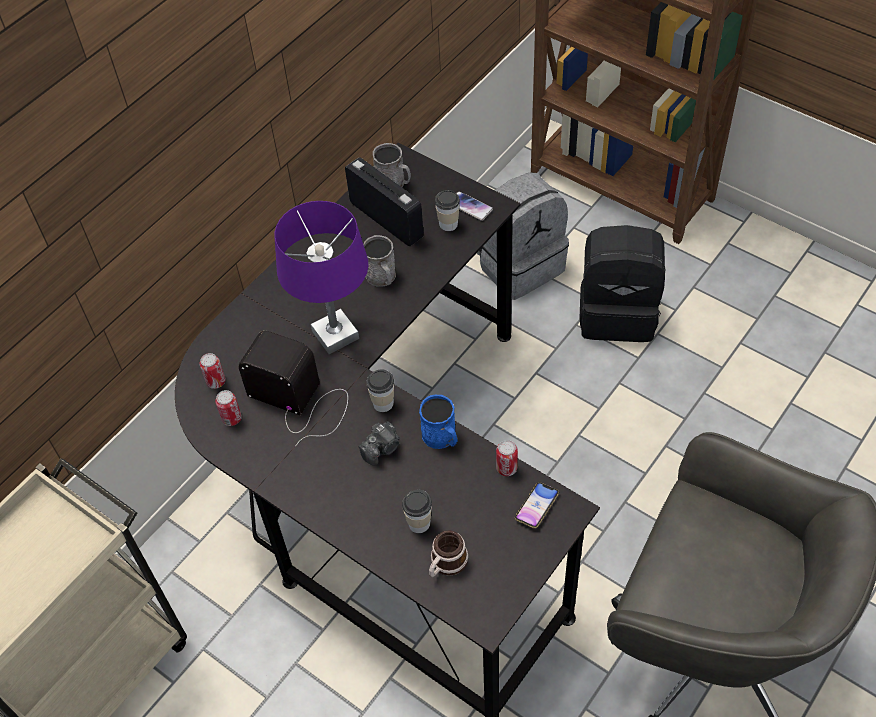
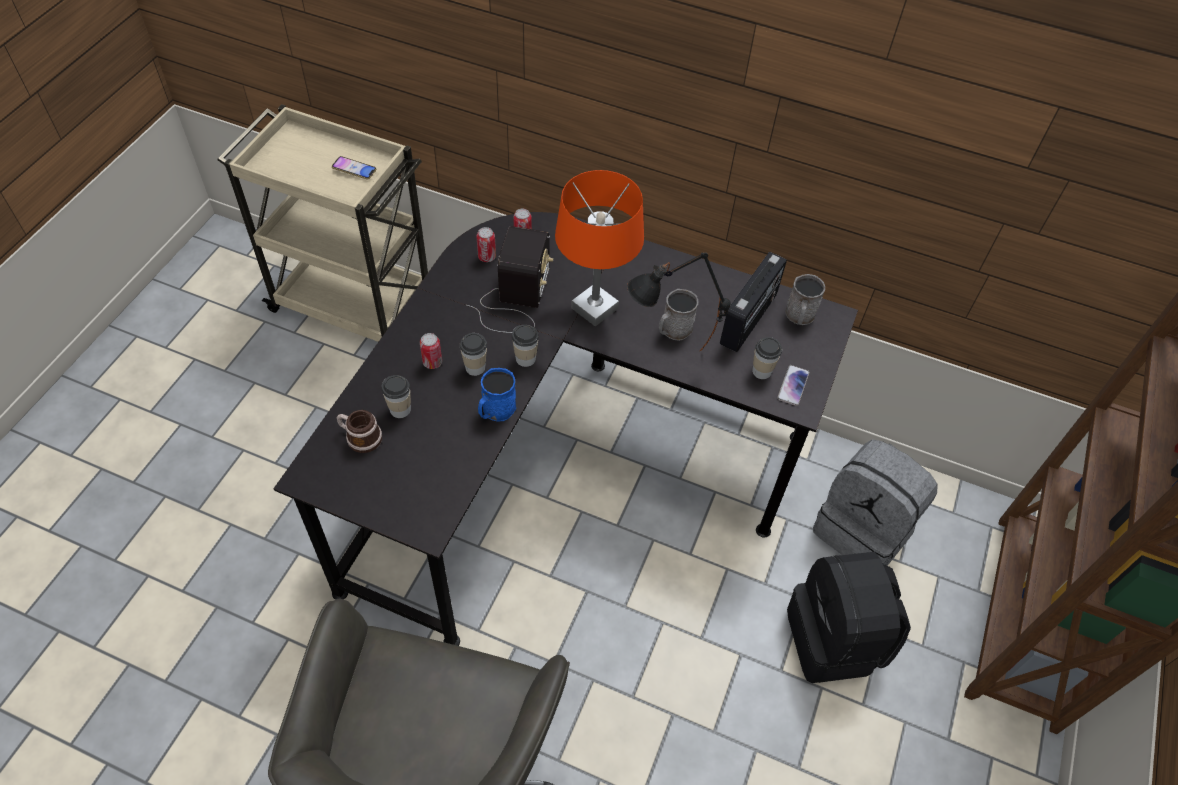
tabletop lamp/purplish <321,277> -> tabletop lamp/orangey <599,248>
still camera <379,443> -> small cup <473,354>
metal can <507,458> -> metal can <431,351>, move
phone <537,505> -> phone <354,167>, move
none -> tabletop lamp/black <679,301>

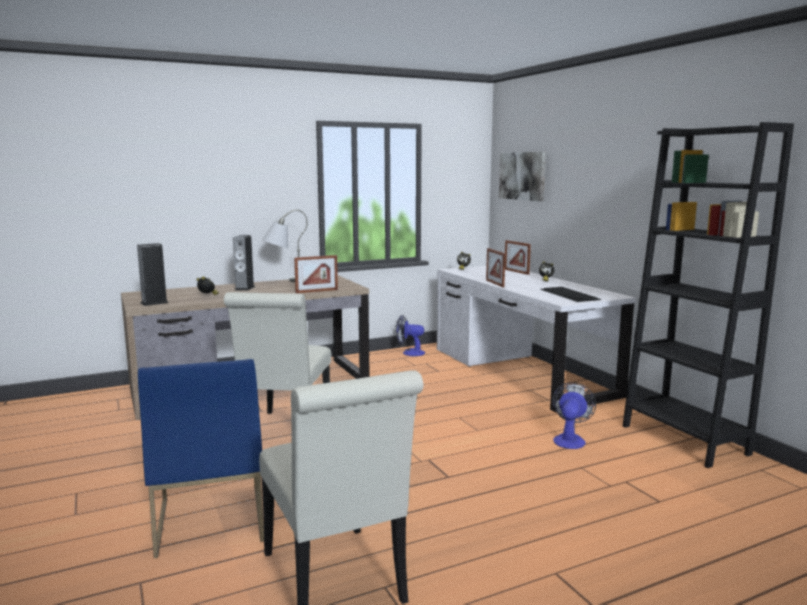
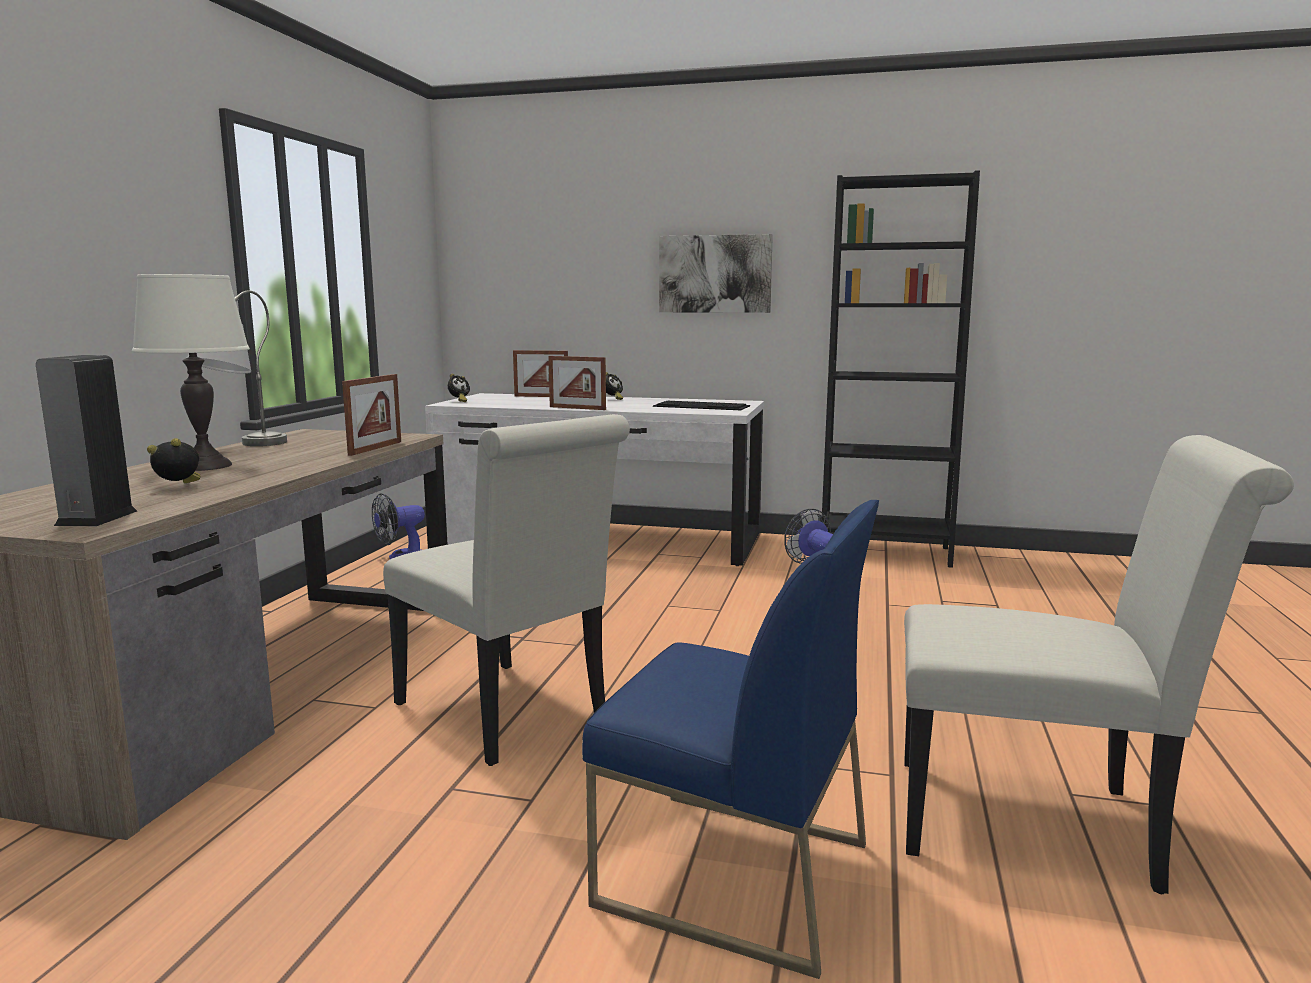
audio speaker <244,263> -> tabletop lamp/white <191,372>
picture <522,176> -> picture <716,273>, move

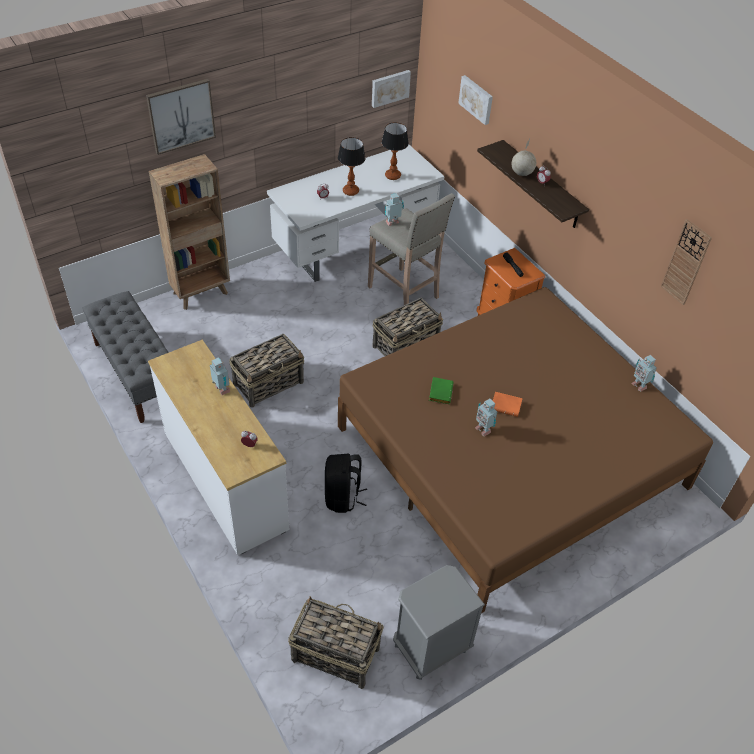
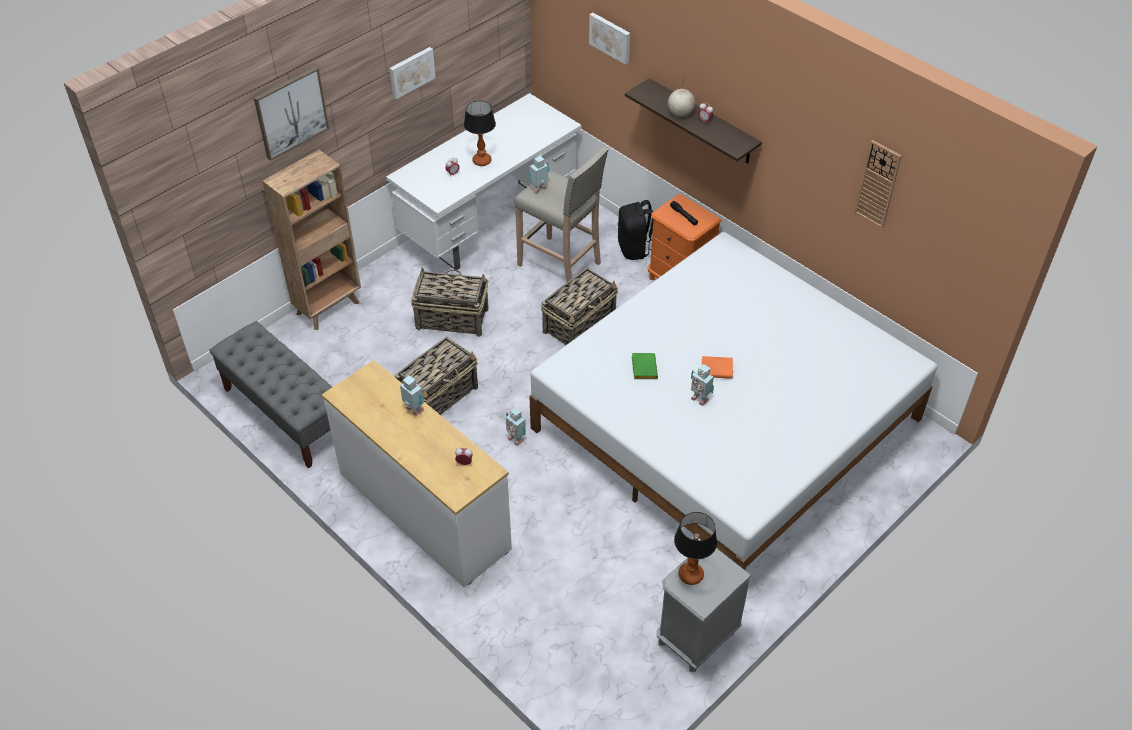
basket <336,642> -> basket <449,302>, move
rucksack/black <346,483> -> rucksack/black <635,230>, move
sleeping bed/brown-coloured <525,450> -> sleeping bed/white <733,401>
picture <391,89> -> picture <412,73>, move
tabletop lamp <395,151> -> tabletop lamp <695,548>, move
model robot <644,373> -> model robot <516,426>, move

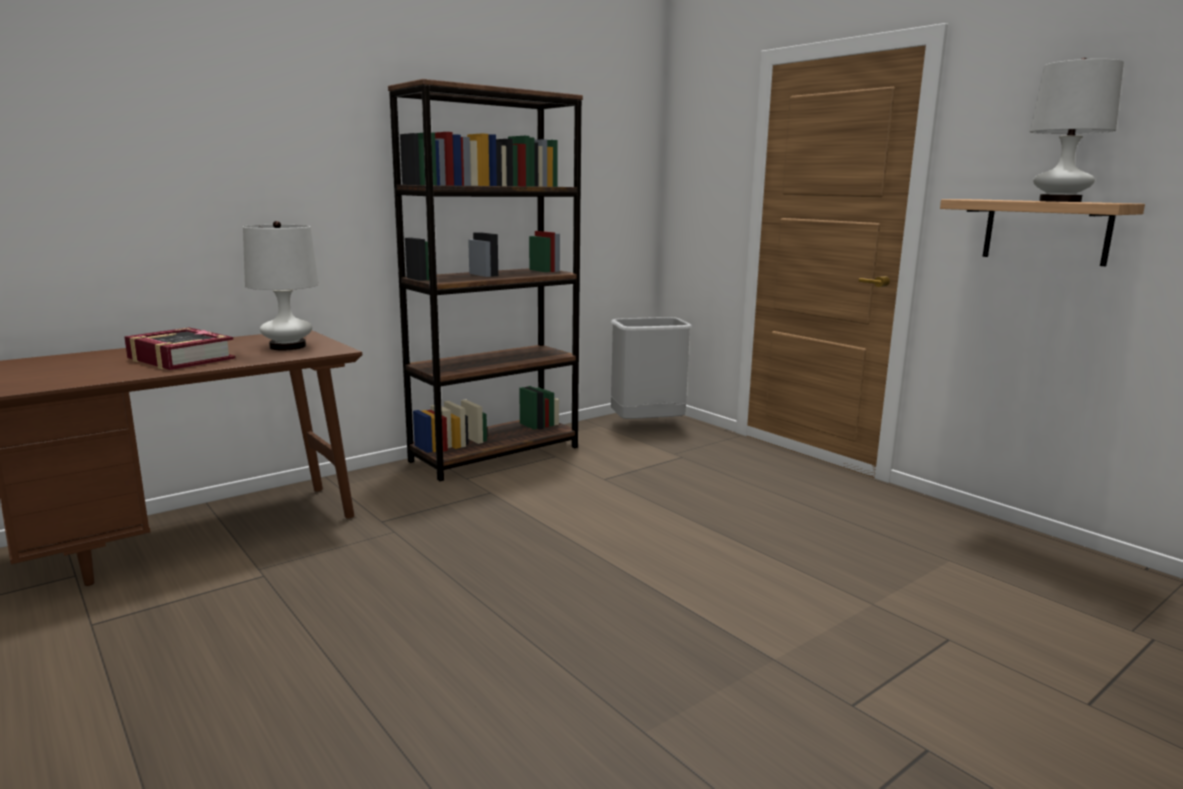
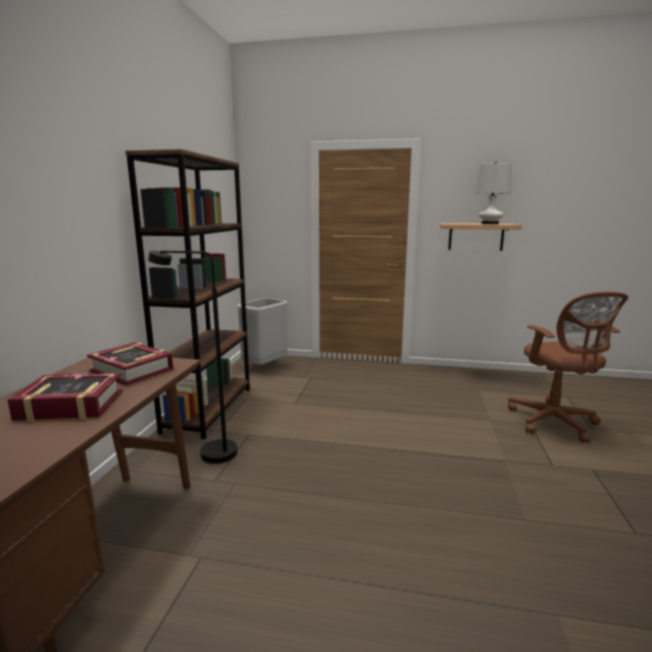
tabletop lamp/white <281,285> -> volume <130,363>
none -> floor lamp/black <193,357>
none -> office chair/brown-coloured <568,367>

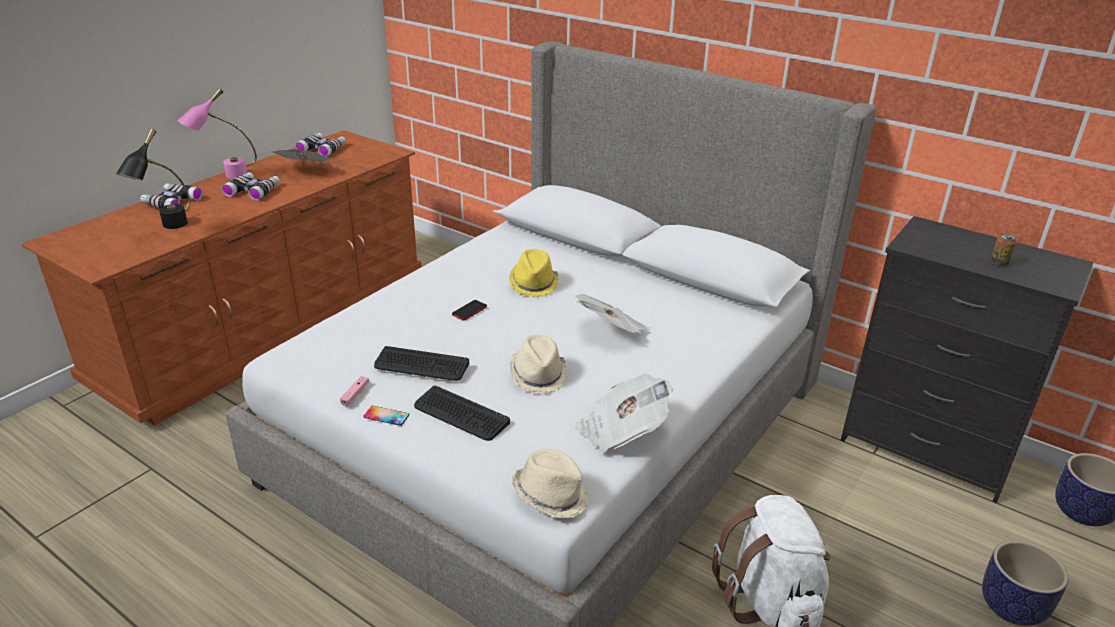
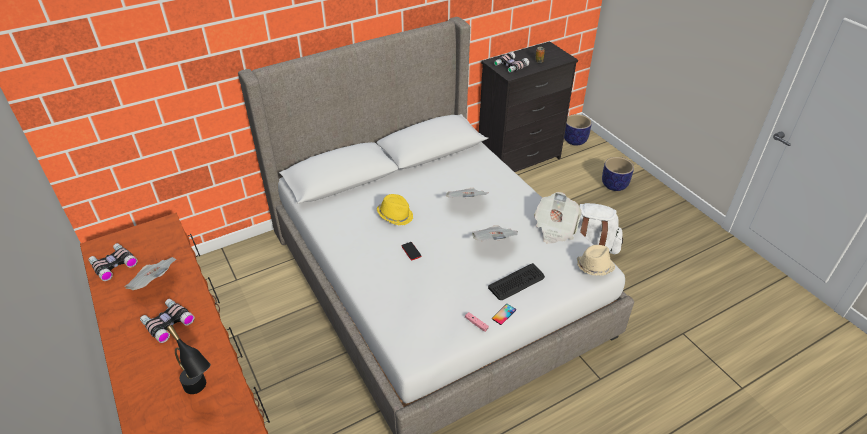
pair of binoculars <171,196> -> pair of binoculars <511,61>, move
tabletop lamp/pinkish <217,133> -> none
PC keyboard <421,363> -> none
clothing hat/beige-coloured <539,364> -> printed paper <495,233>

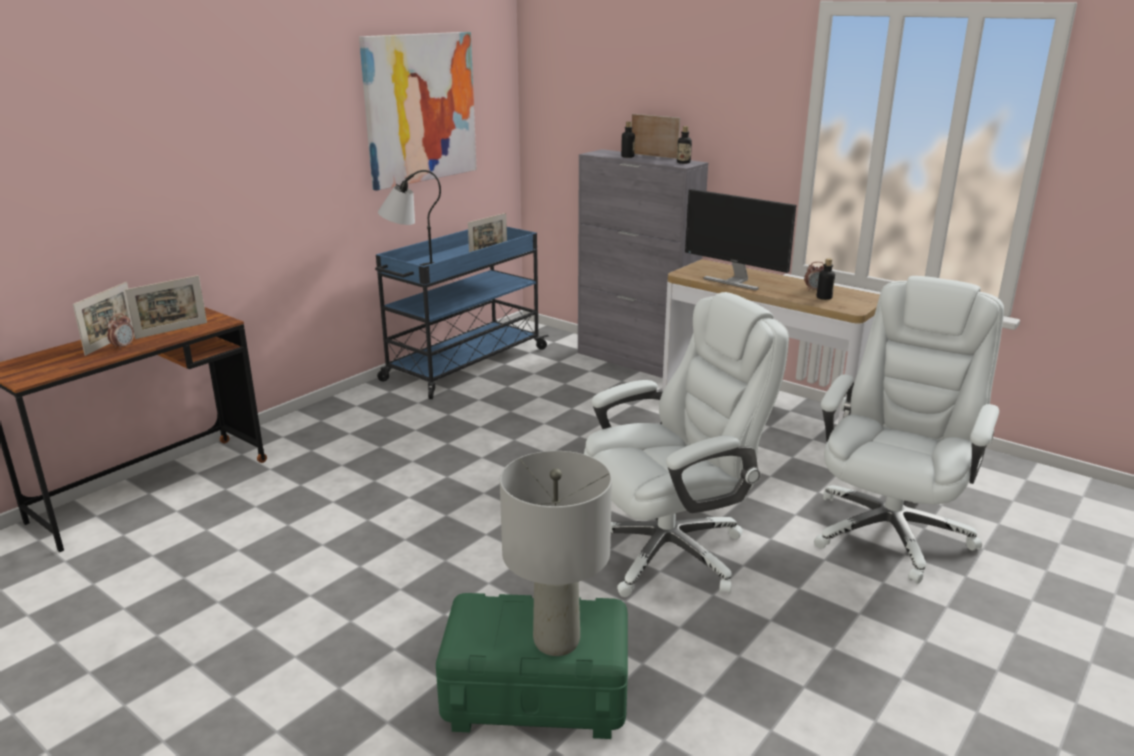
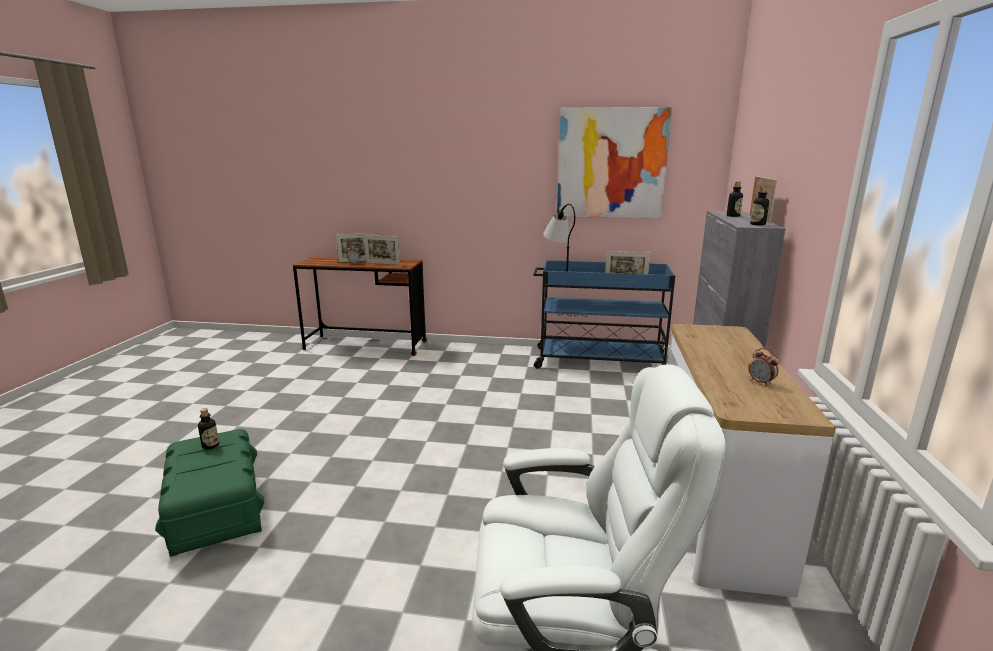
tabletop lamp/gray <556,553> -> none
office chair/white <686,444> -> none
computer display <740,239> -> none
bottle <826,279> -> bottle <208,428>, move

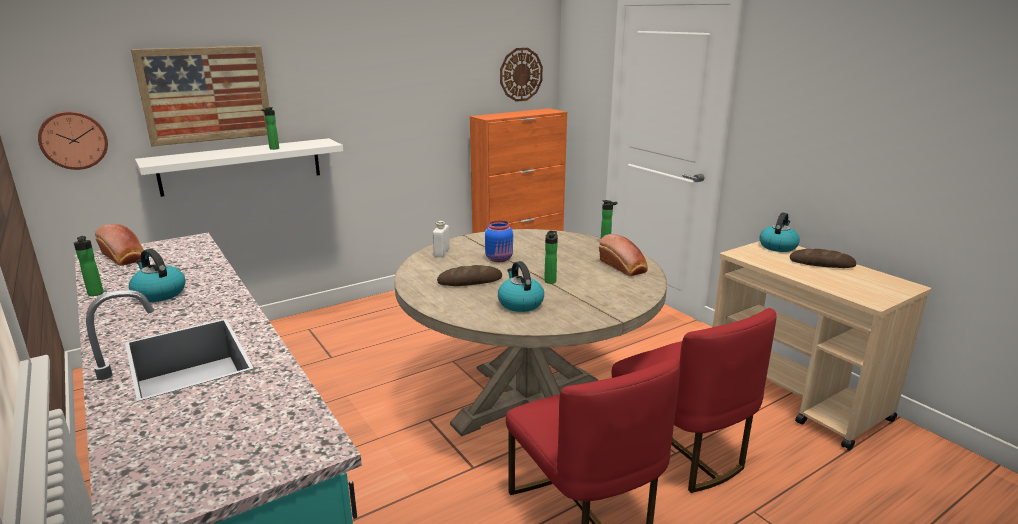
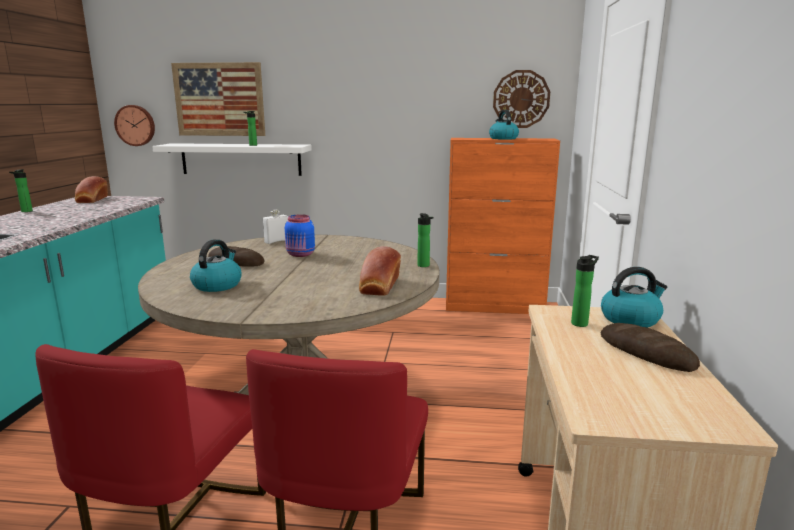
tea kettle <157,275> -> tea kettle <504,125>, move
bottle <551,257> -> bottle <585,291>, move

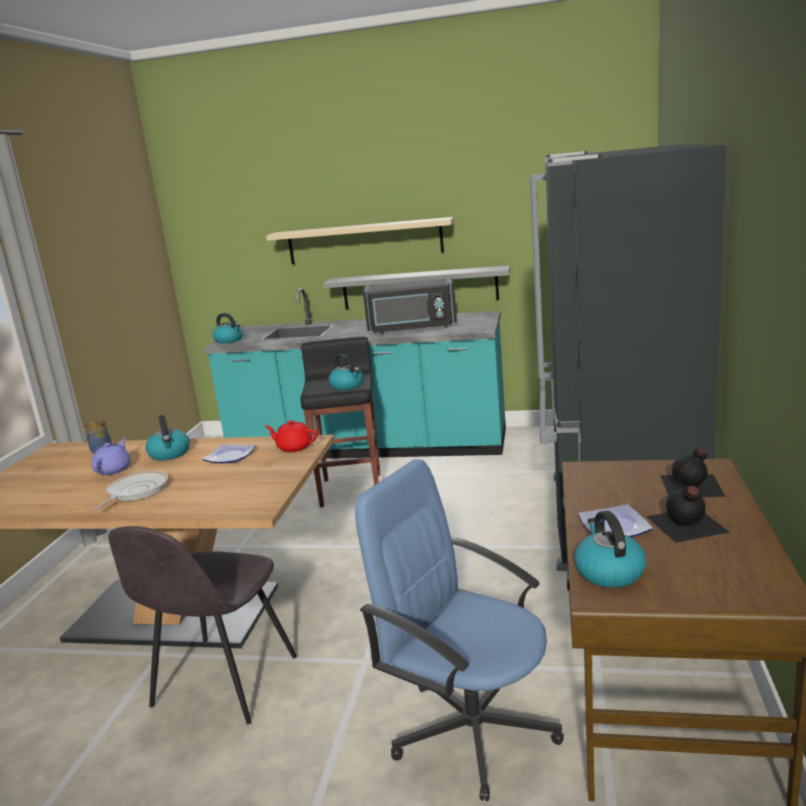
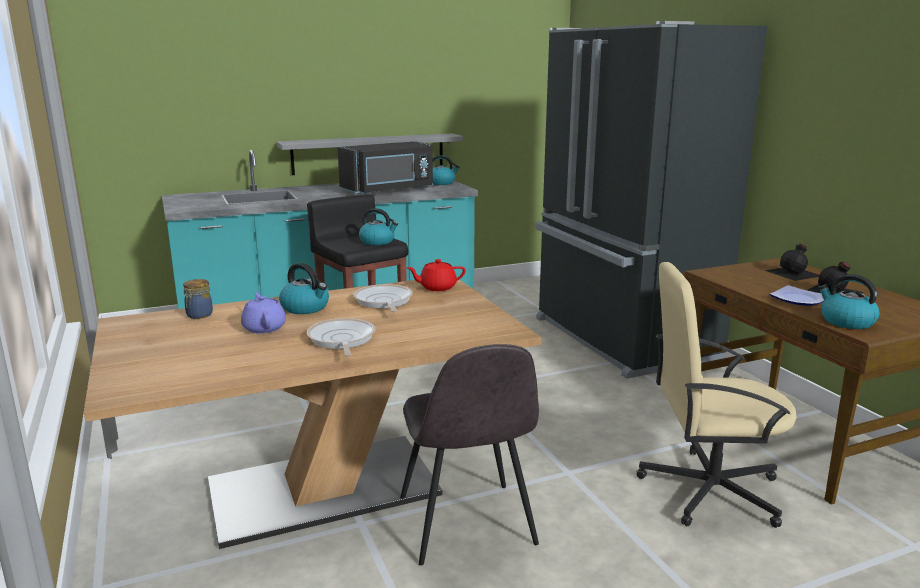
plate <229,453> -> frying pan <383,298>
tea kettle <227,328> -> tea kettle <446,170>, move
shelf/beige-coloured <360,240> -> none
office chair/bluish <459,630> -> office chair/beige-coloured <716,395>

